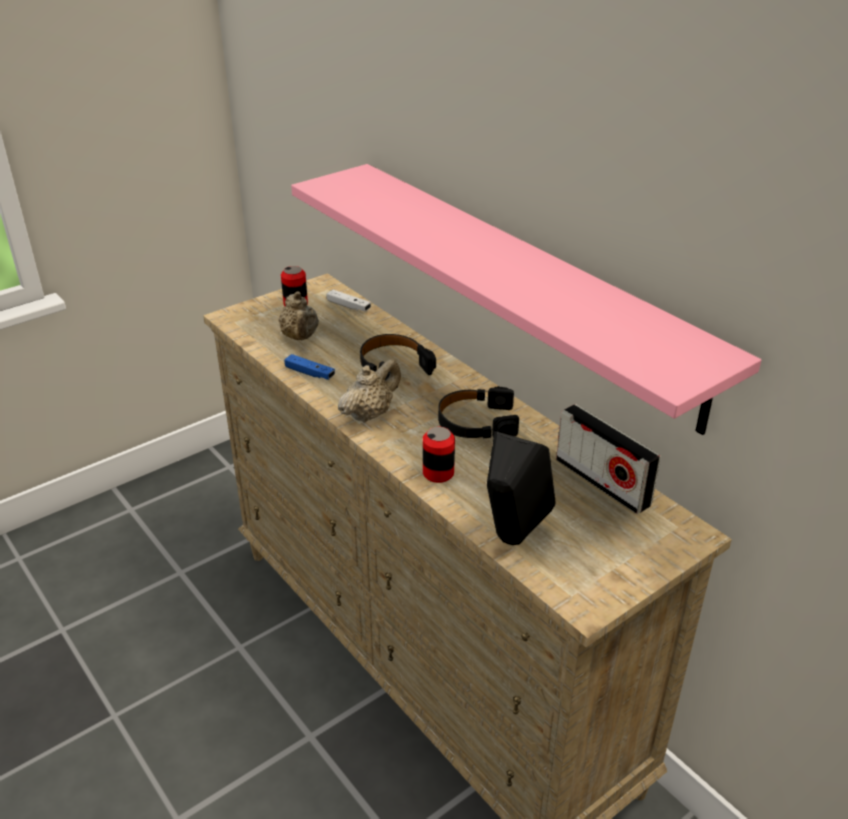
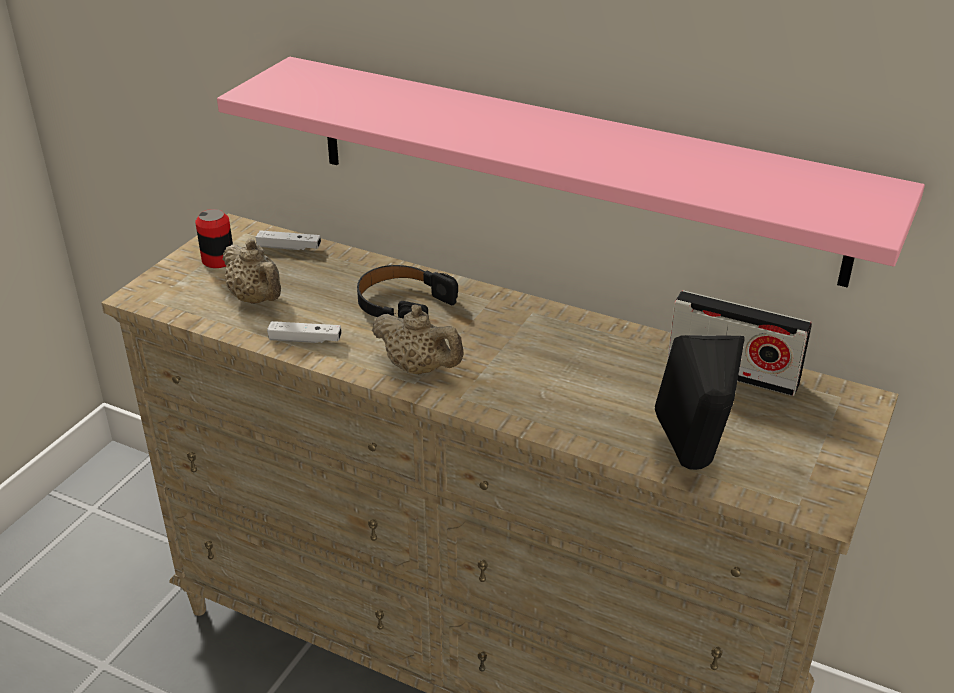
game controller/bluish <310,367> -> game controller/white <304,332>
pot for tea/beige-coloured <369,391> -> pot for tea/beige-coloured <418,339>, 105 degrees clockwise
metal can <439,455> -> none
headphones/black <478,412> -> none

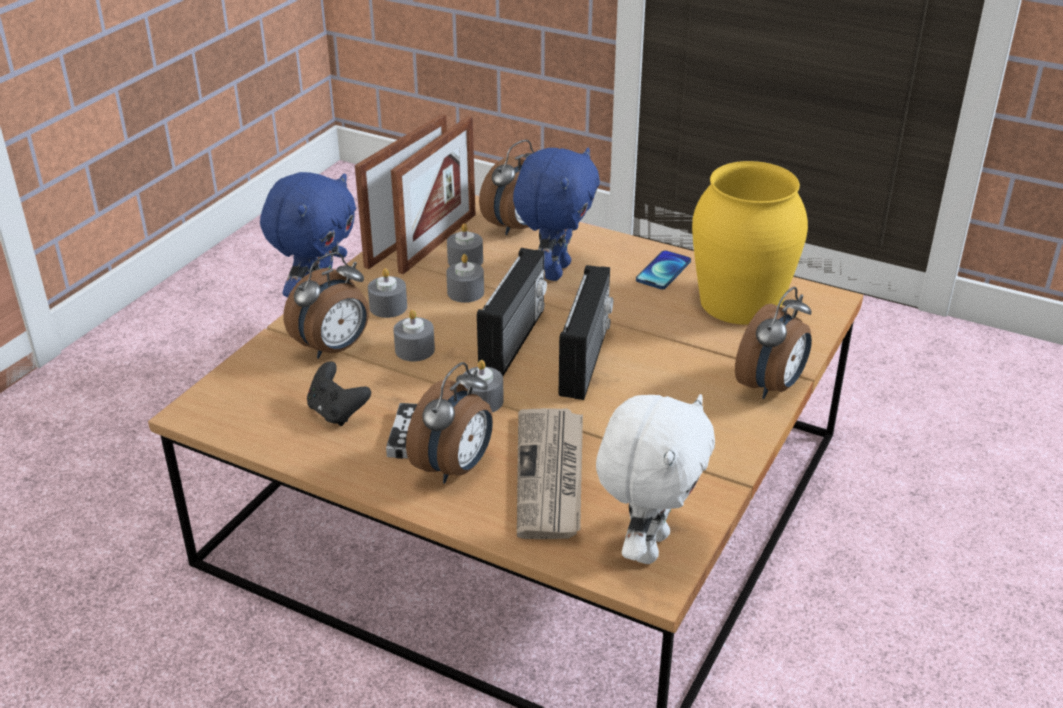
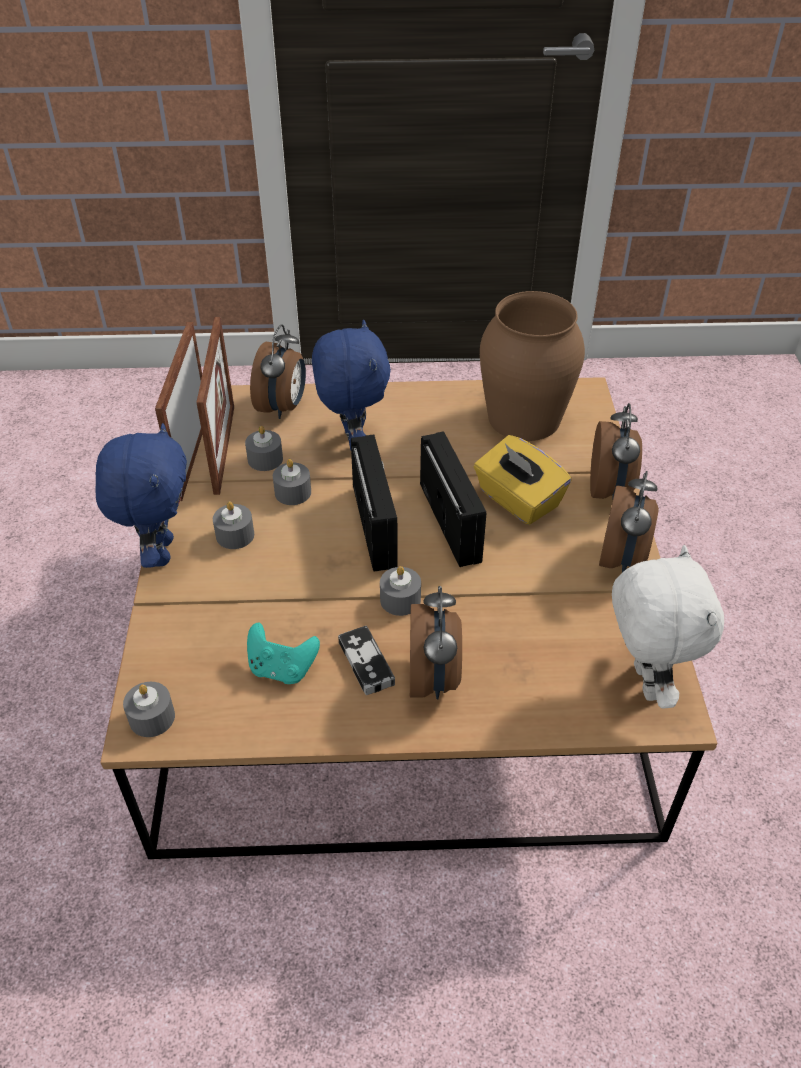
table clock <326,305> -> table clock <629,522>, move
game controller/black <339,393> -> game controller/blue-green <283,653>
wax light/gray <414,335> -> wax light/gray <149,709>, move
printed paper <550,473> -> none
phone <663,269> -> none
flower vase/yellow-coloured <750,243> -> flower vase/brown-coloured <532,366>
none -> tissue holder/yellow-coloured <523,480>

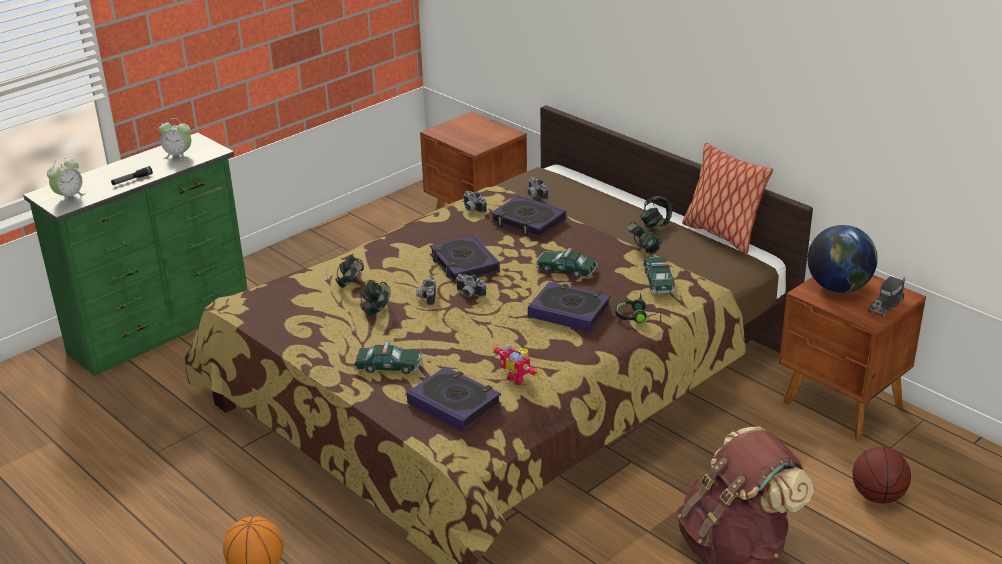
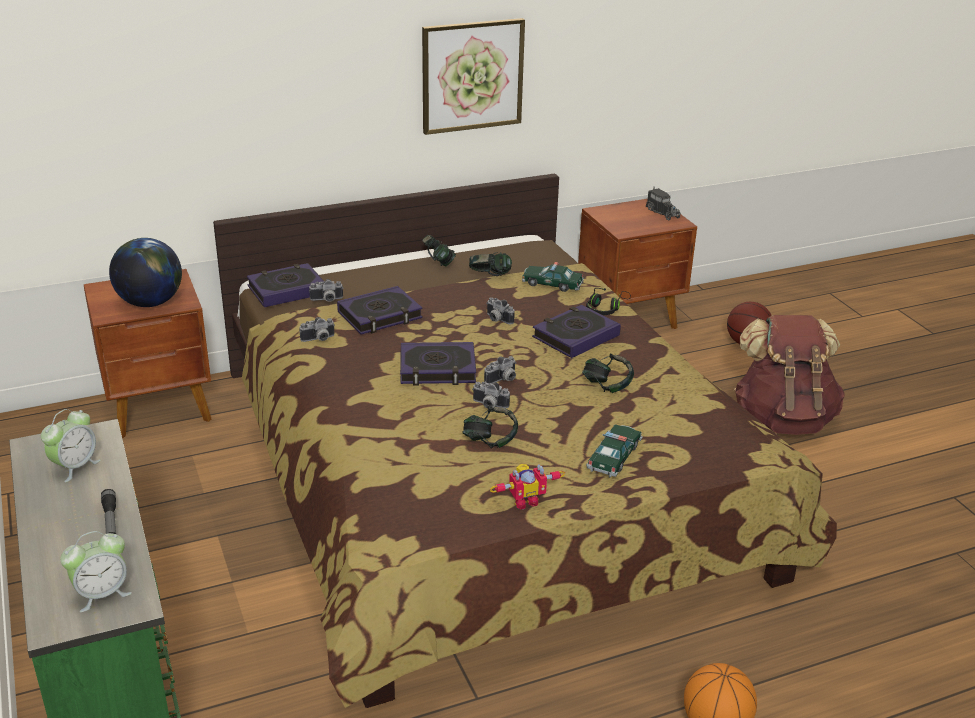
table clock <66,181> -> table clock <96,571>, 90 degrees clockwise
headphones <349,271> -> headphones <608,373>, move
volume <454,399> -> volume <285,285>, move
model robot <515,365> -> model robot <527,487>, move
model car <567,263> -> still camera <501,310>
cushion <727,198> -> none
globe <842,259> -> globe <145,272>, move
none -> picture <473,76>

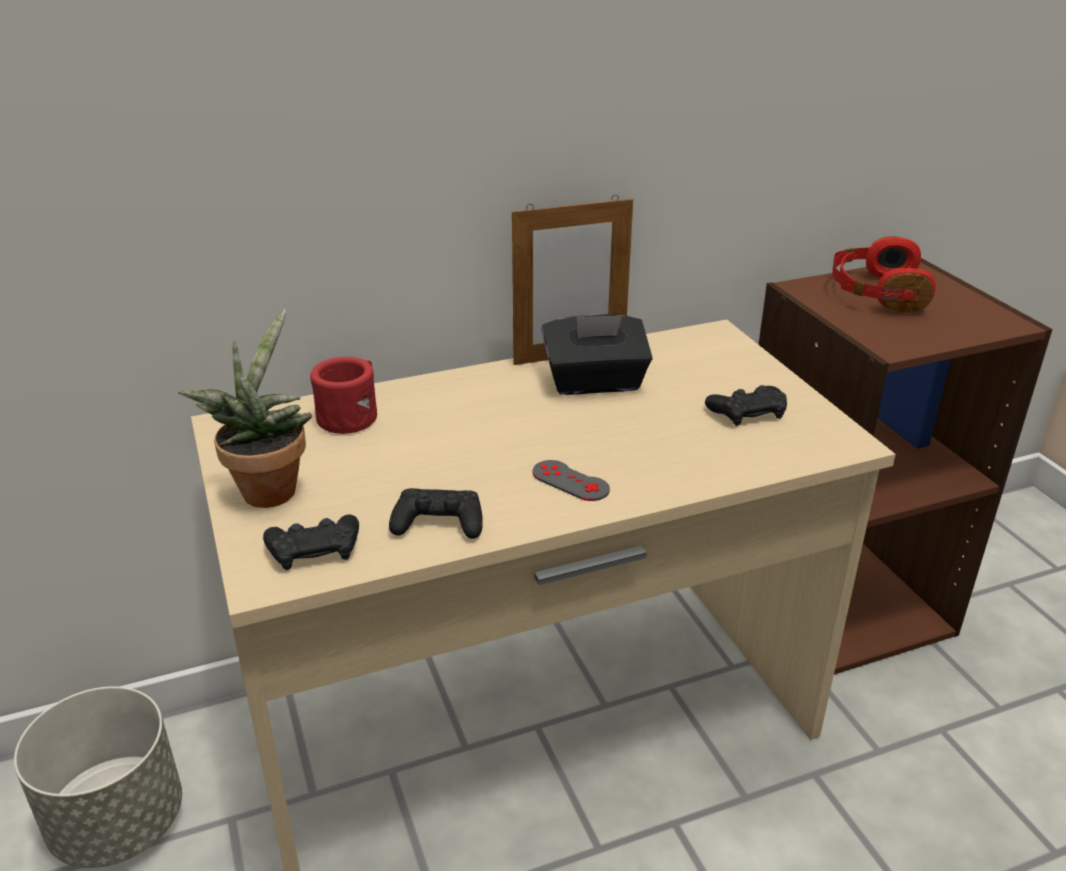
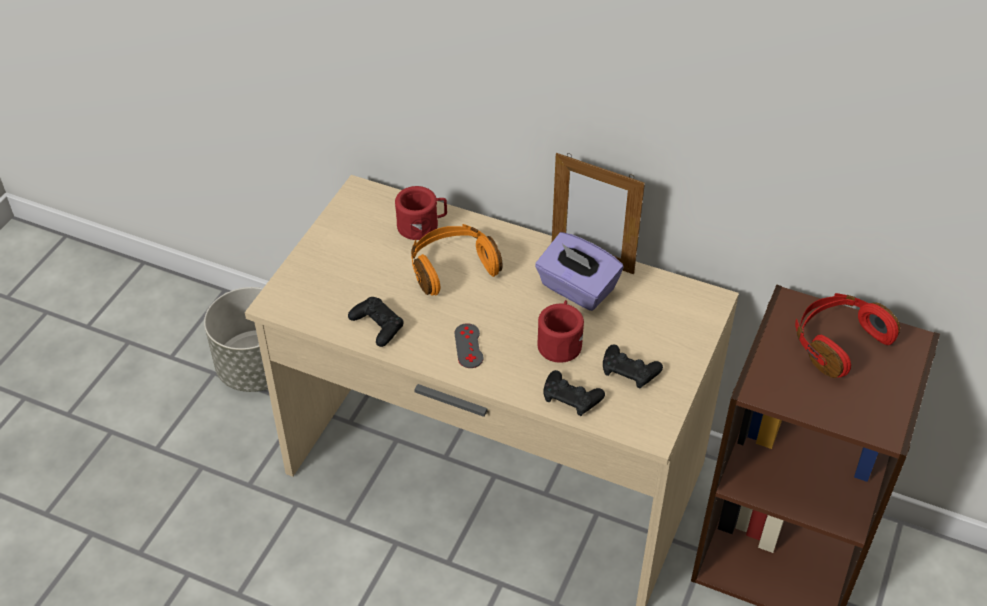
potted plant <245,408> -> none
game controller/black <311,542> -> game controller/black <574,393>, move
tissue holder/black <597,354> -> tissue holder/purplish <579,271>
none -> headphones/orangey <456,260>
none -> tea mug/reddish <560,331>

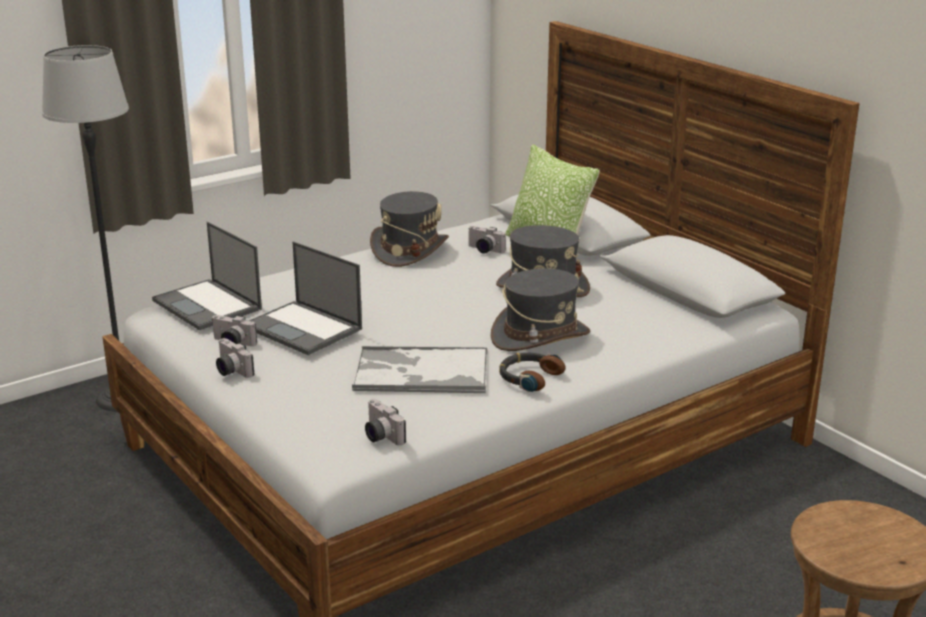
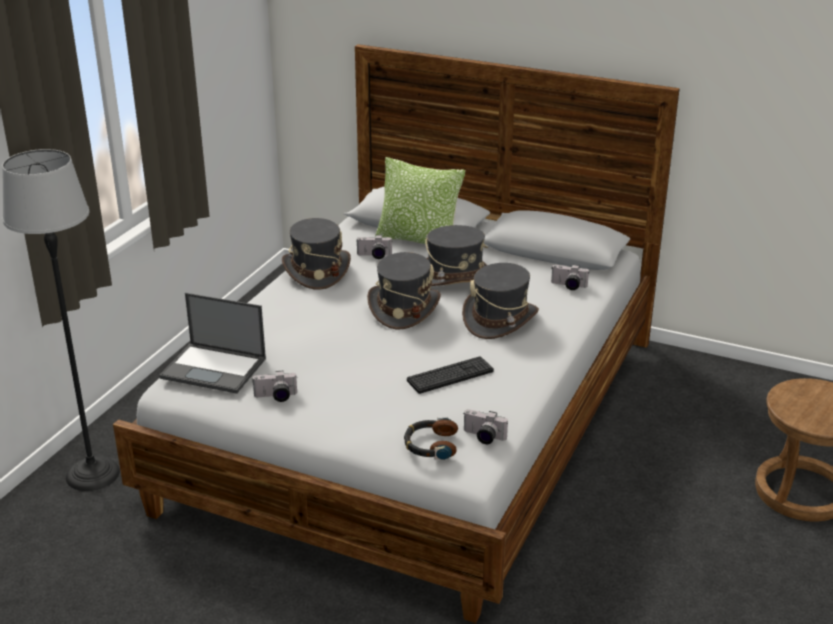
still camera <235,358> -> still camera <570,277>, move
laptop <305,298> -> none
carrying tray <419,369> -> PC keyboard <450,375>
headphones <532,372> -> headphones <431,439>, move
none -> clothing hat/gray <404,290>

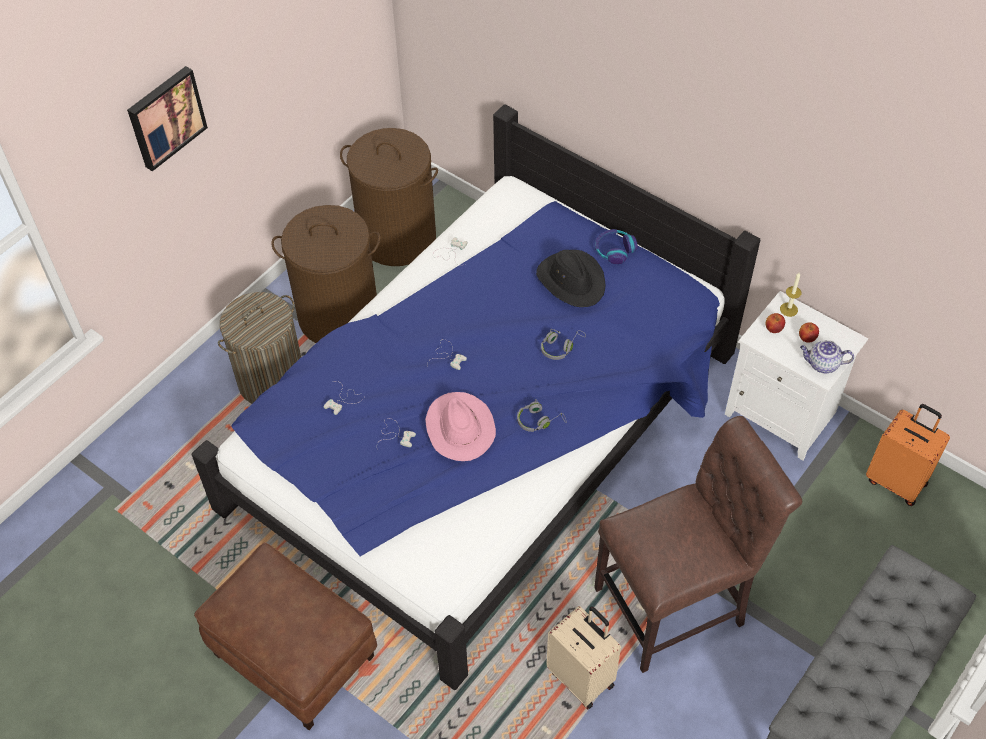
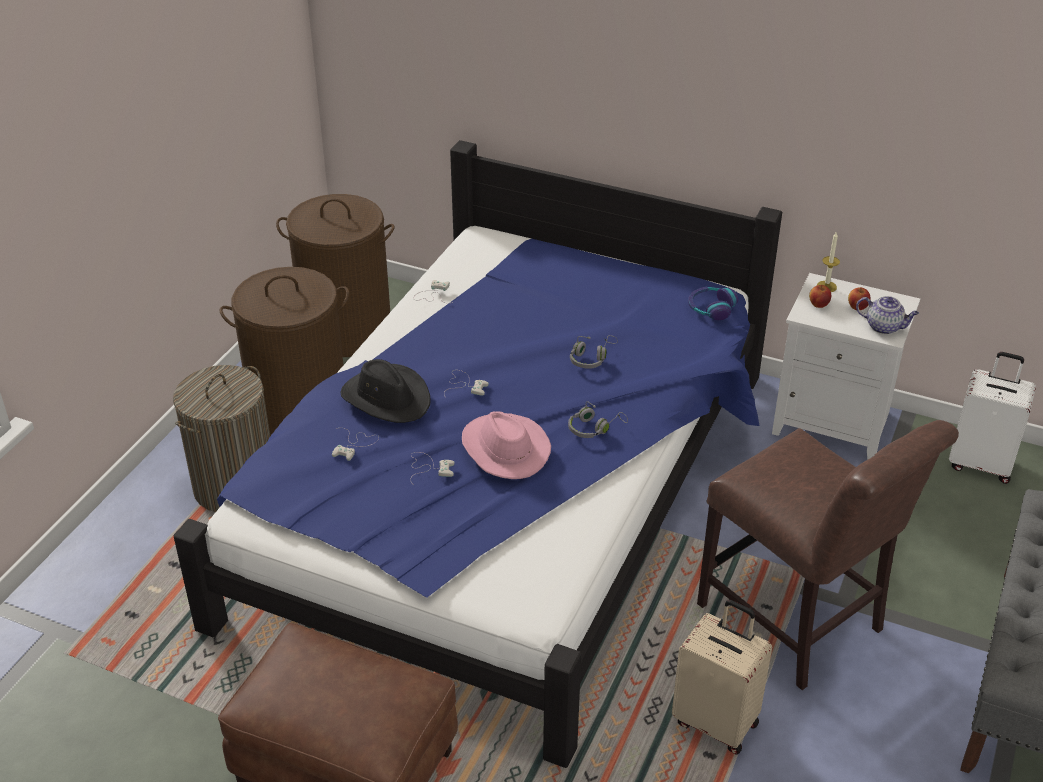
picture <167,118> -> none
clothing hat/black <571,278> -> clothing hat/black <385,391>, move
chair/brown-coloured <698,544> -> chair/brown-coloured <828,555>, 90 degrees clockwise
headphones <616,246> -> headphones <713,304>, move
pot for tea <827,356> -> pot for tea <887,315>, 150 degrees counterclockwise
piece of luggage/orangey <908,455> -> piece of luggage/white <992,418>

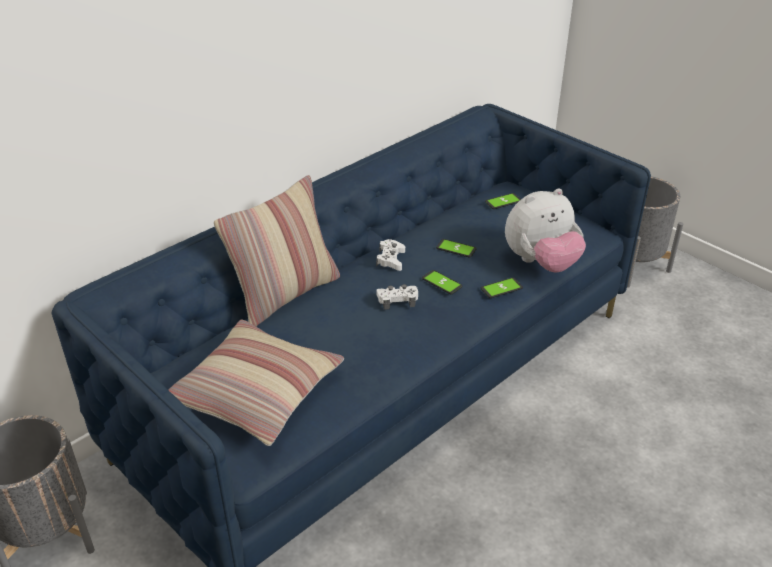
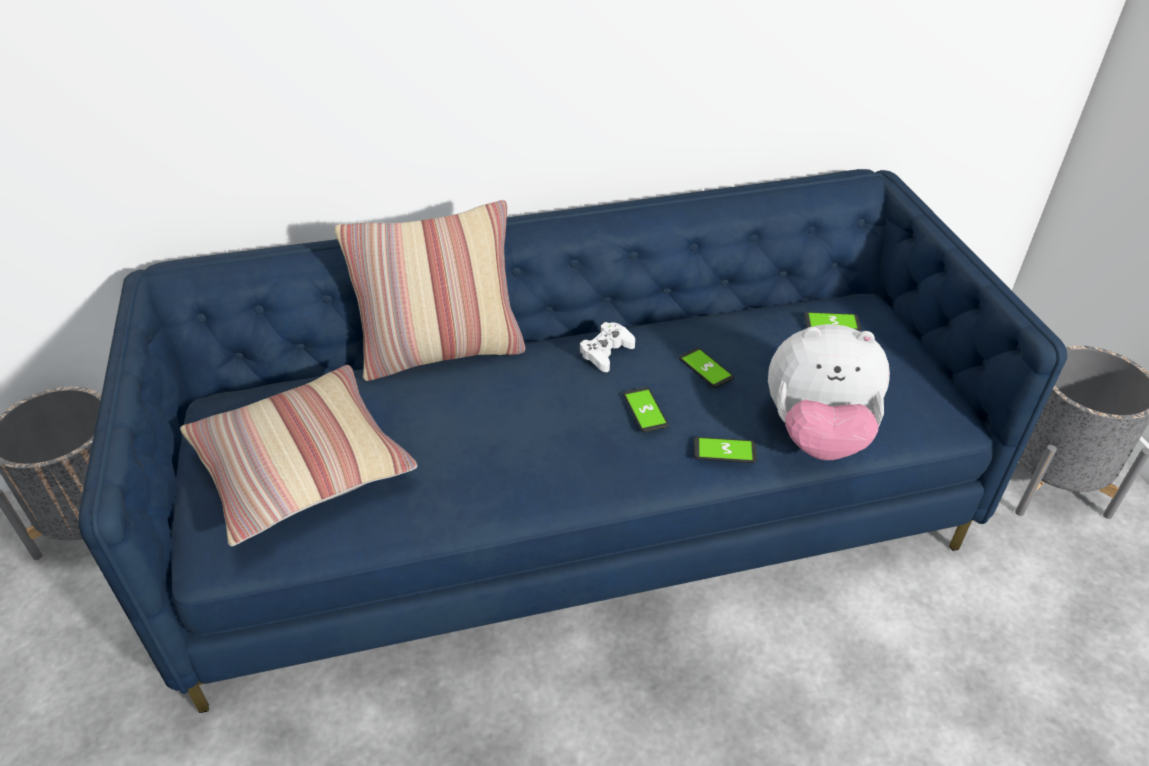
game controller/white <397,297> -> none

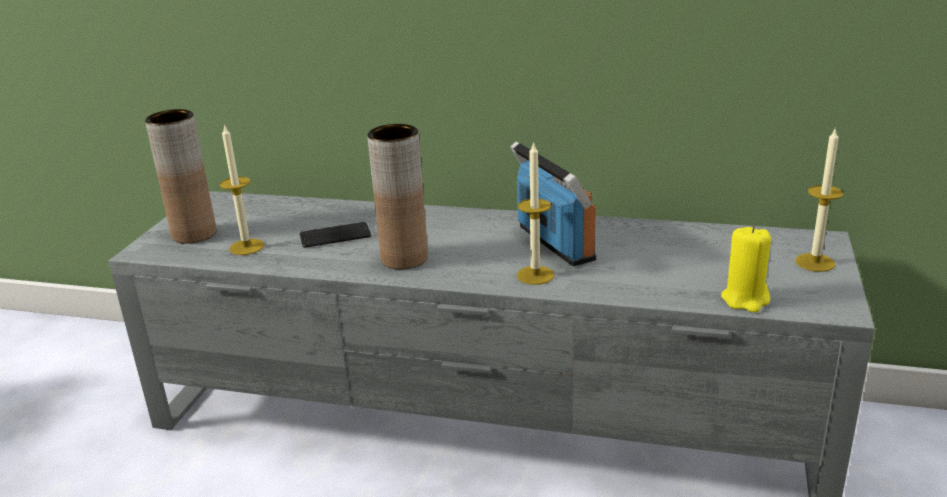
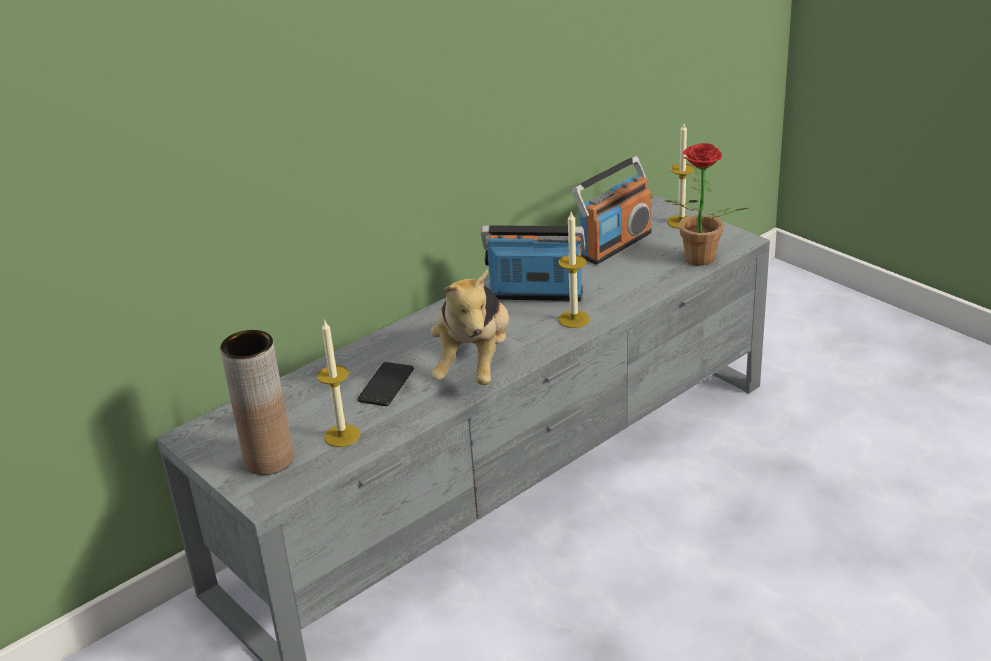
flower vase/brown-coloured <397,196> -> plush toy <470,327>
wax light/yellow-coloured <746,269> -> potted plant <706,204>
none -> radio set <612,210>

